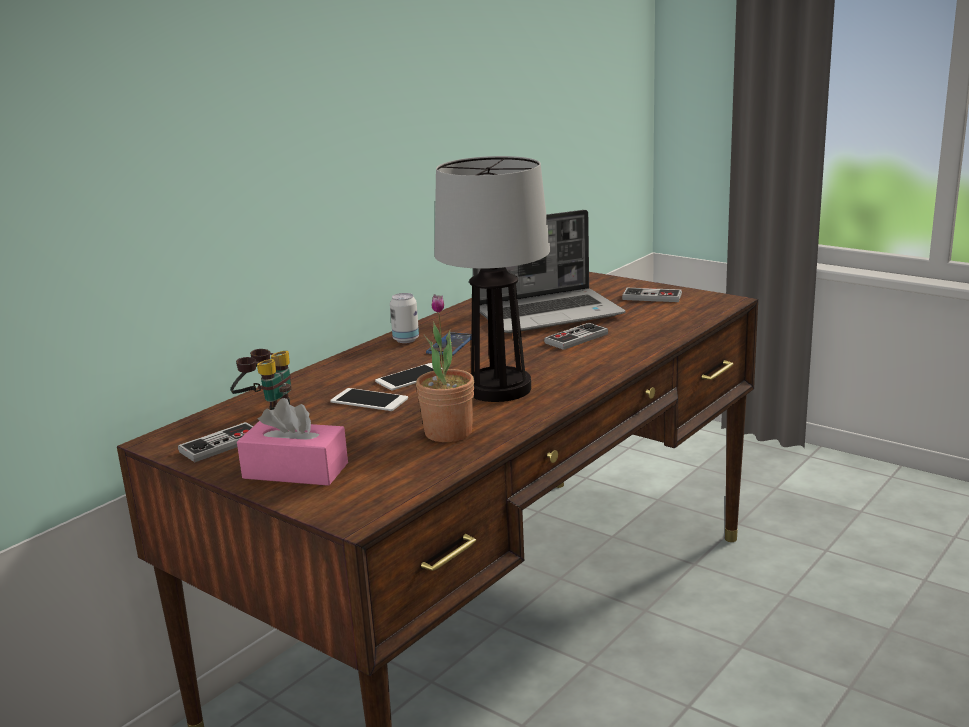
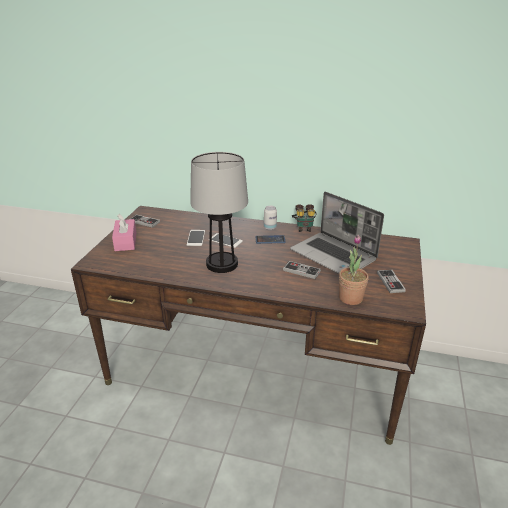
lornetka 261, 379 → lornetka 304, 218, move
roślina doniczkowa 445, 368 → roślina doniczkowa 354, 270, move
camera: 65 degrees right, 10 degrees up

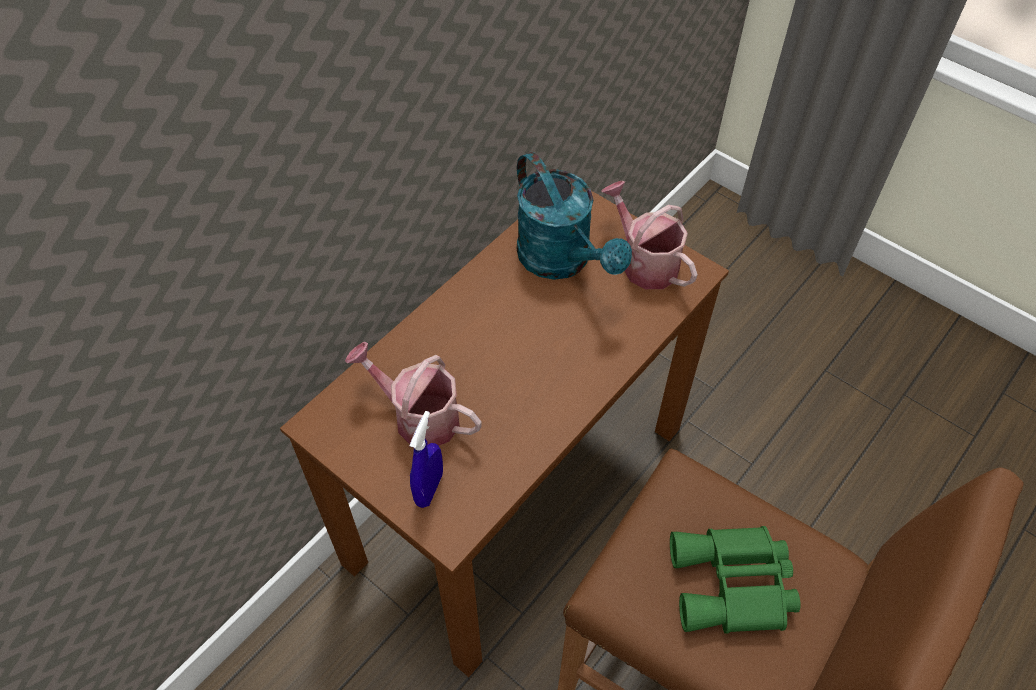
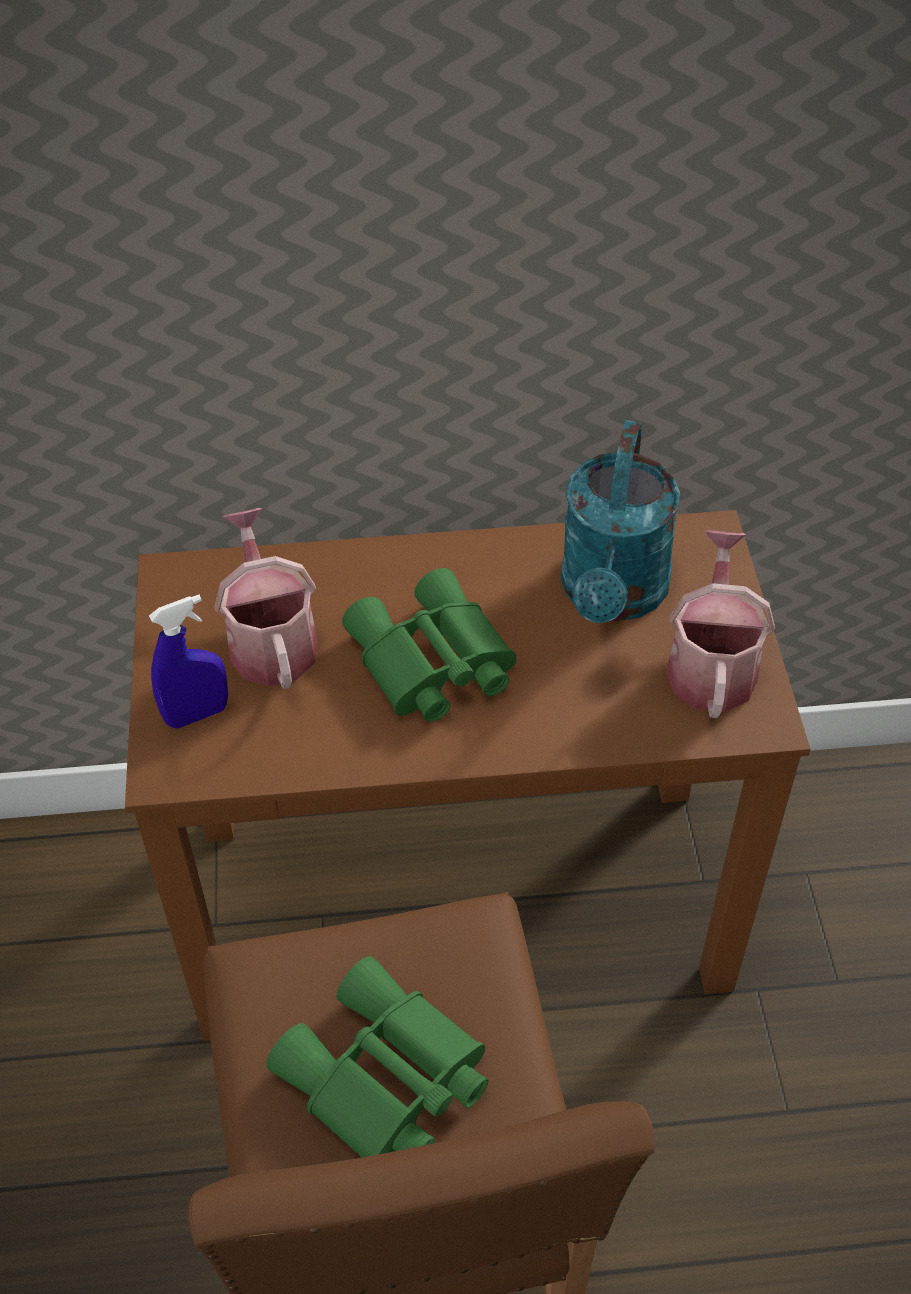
- → lornetka [zielony] 429, 645
camera: 45 degrees right, 5 degrees down

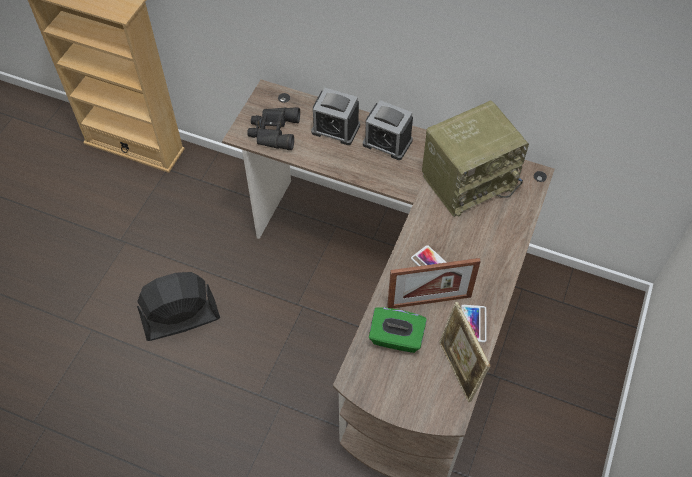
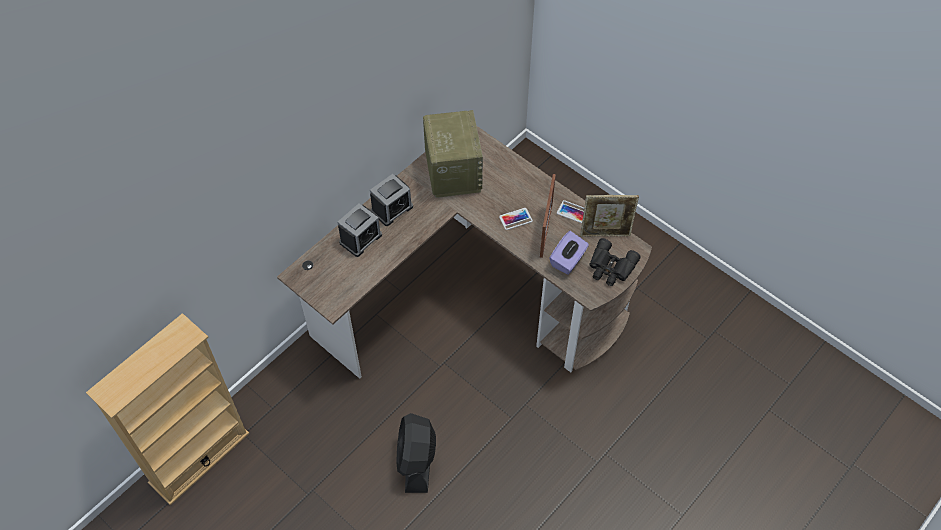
lornetka [czarny] 273, 128 → lornetka [czarny] 615, 262, move
pudełko chusteczek [zielony] 398, 330 → pudełko chusteczek [fioletowy] 569, 253
camera: 70 degrees left, 0 degrees up

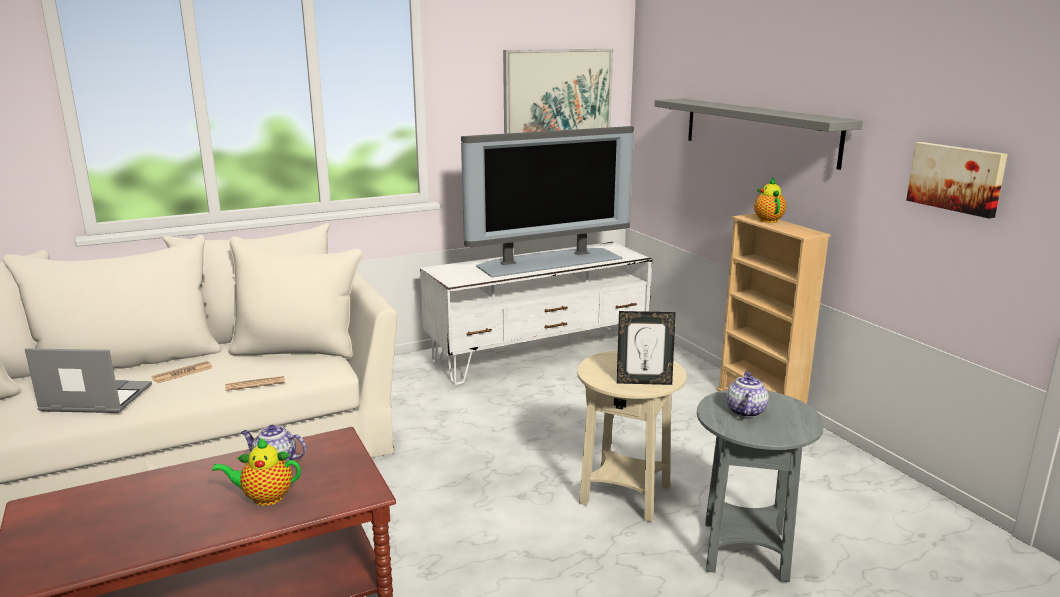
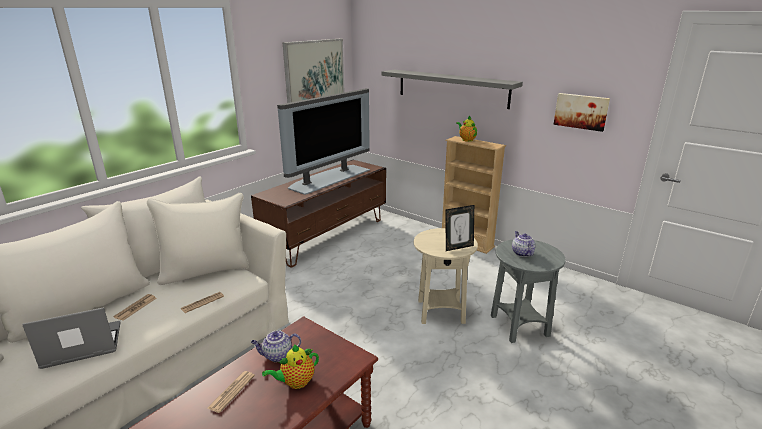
- → gazeta 231, 392
szafka pod telewizor [biały] 536, 313 → szafka pod telewizor [brązowy] 318, 213
camera: 25 degrees left, 5 degrees up

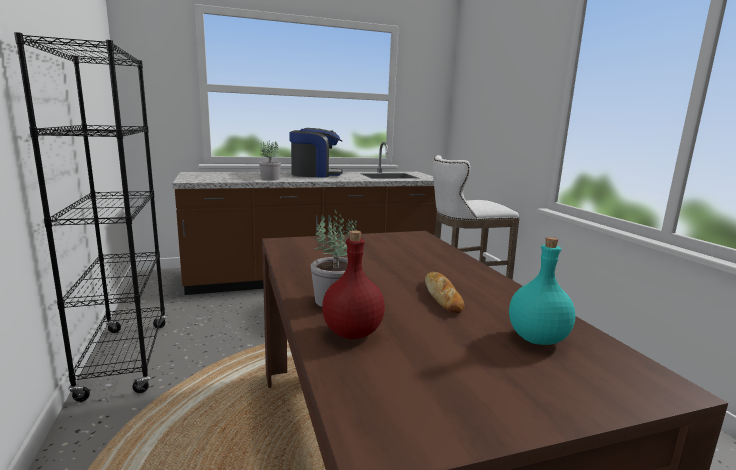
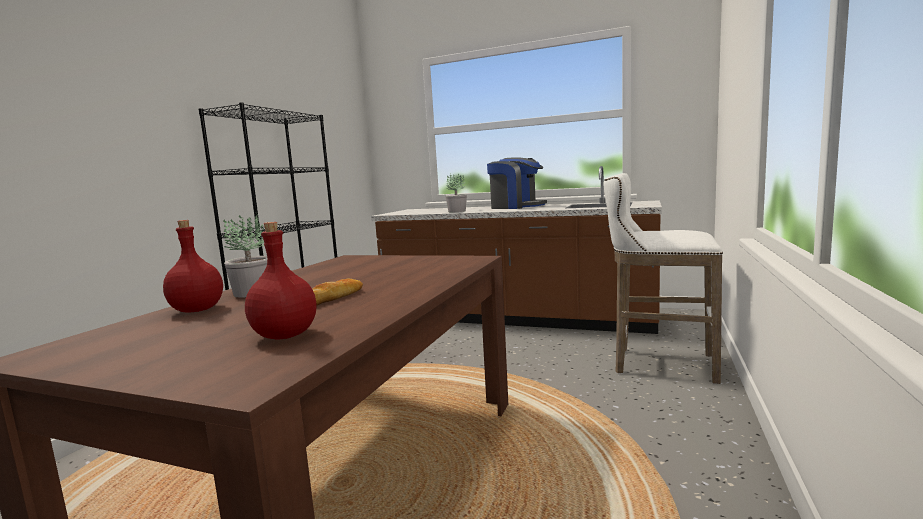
butelka [turkusowy] 542, 291 → butelka [czerwony] 280, 281
camera: 40 degrees right, 5 degrees down

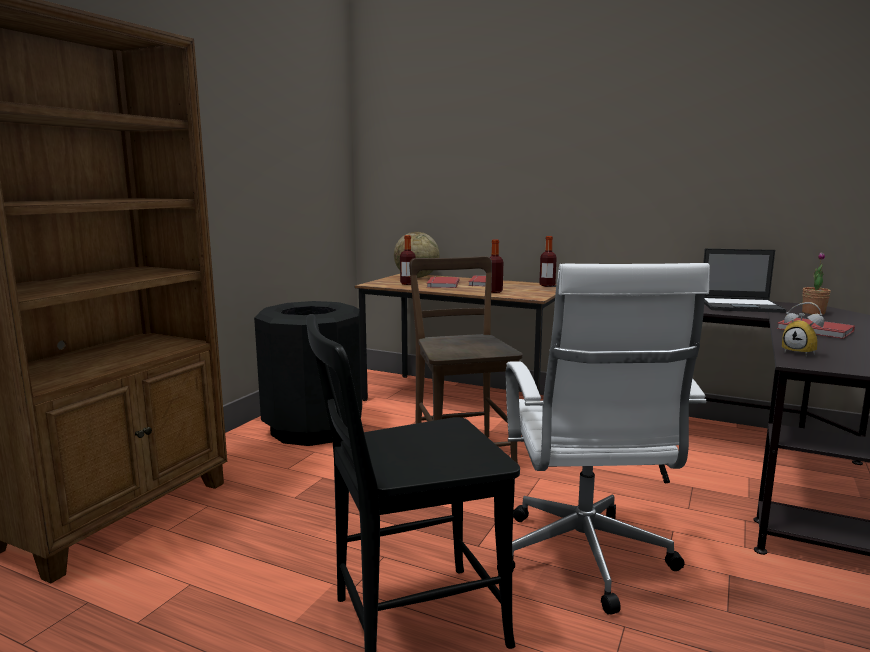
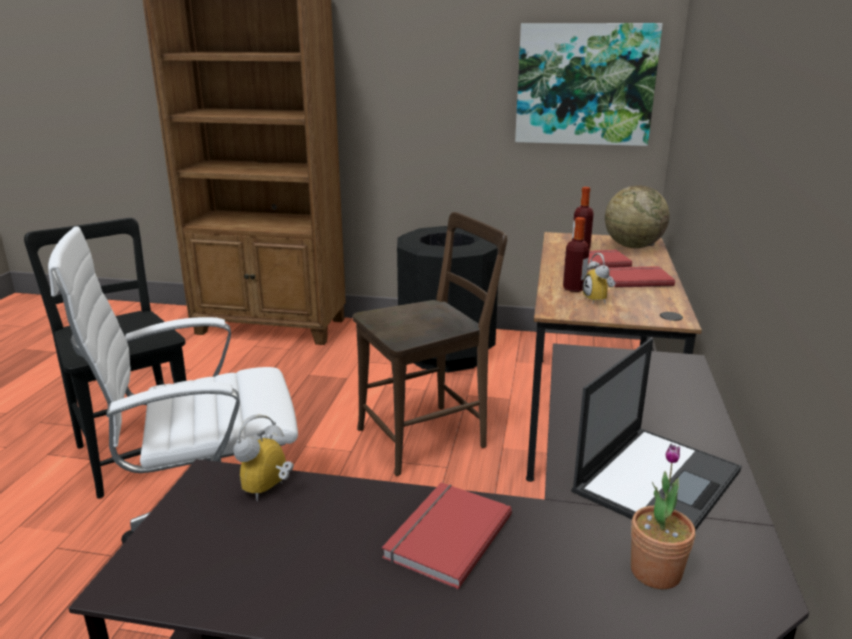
butelka 548, 261 → -
- → obraz 589, 84
- → budzik 598, 278
laptop 744, 281 → laptop 656, 434, 135 degrees counterclockwise
camera: 75 degrees right, 10 degrees up

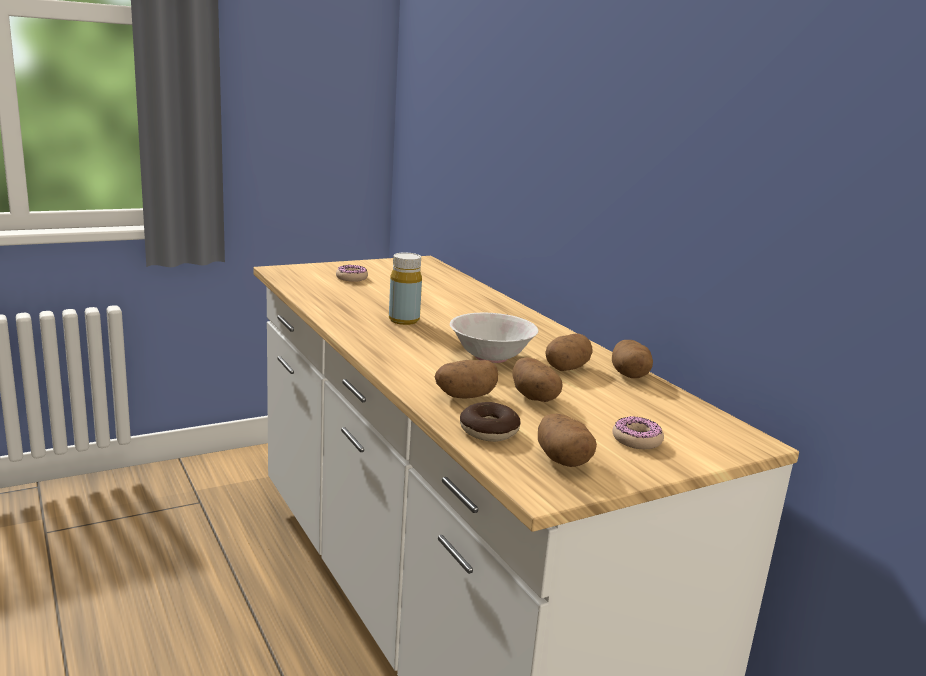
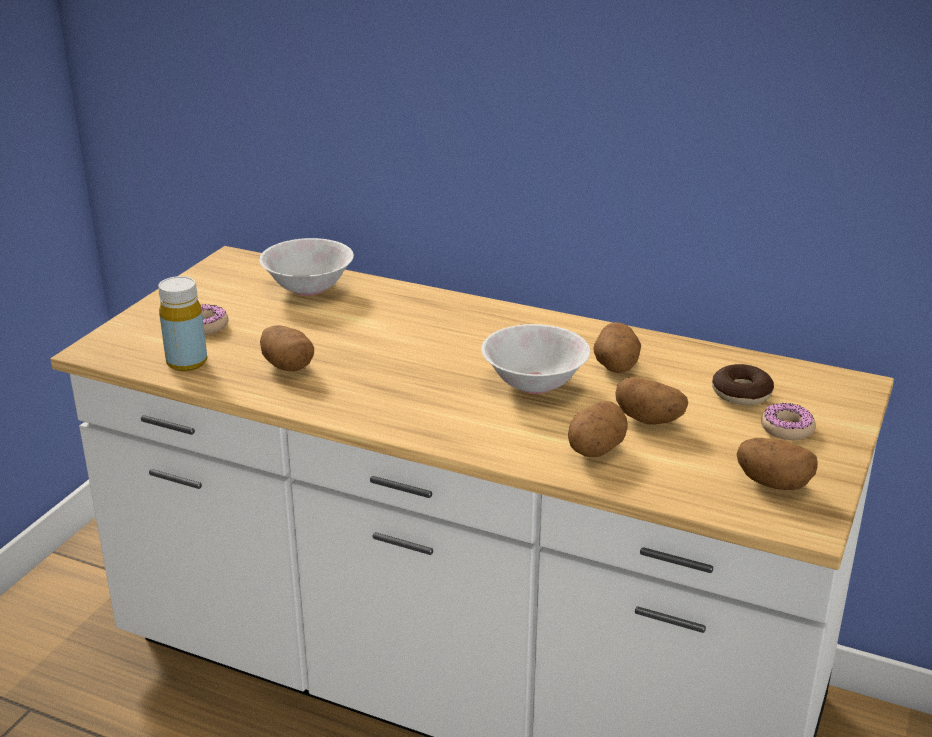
- → miska [biały] 306, 267
butelka [żółty] 405, 289 → butelka [żółty] 182, 323, move
donut 490, 422 → donut 743, 384, move
ziemniak 632, 359 → ziemniak 287, 348, move
camera: 35 degrees left, 10 degrees up

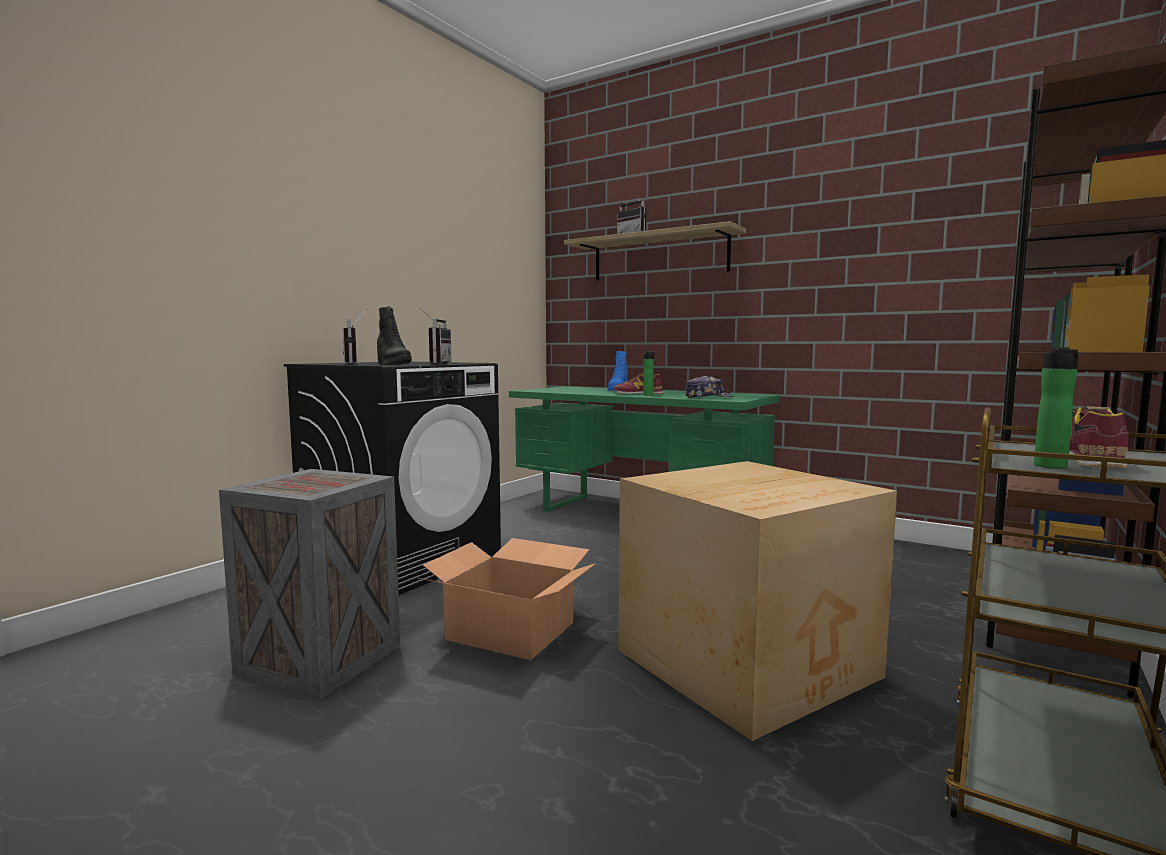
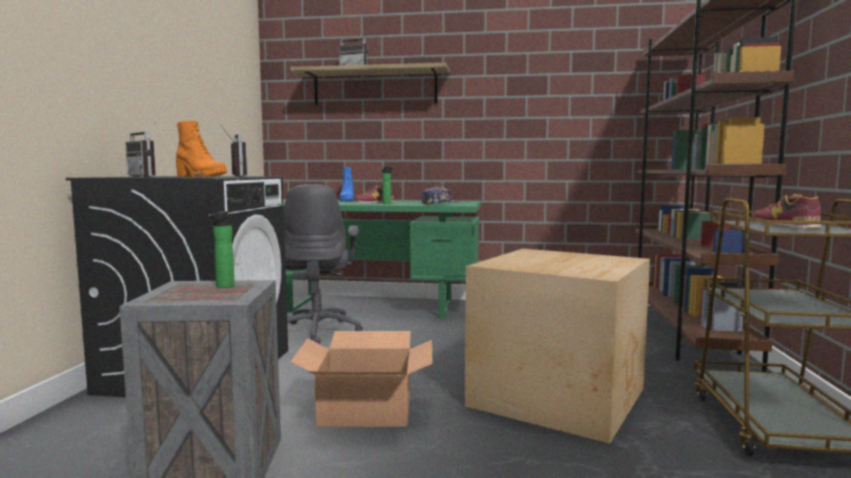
- → krzesło biurowe [szary] 323, 264
butelka 1056, 408 → butelka 222, 249, move
but z cholewką [czarny] 394, 335 → but z cholewką [pomarańczowy] 201, 148
camera: 25 degrees left, 0 degrees up

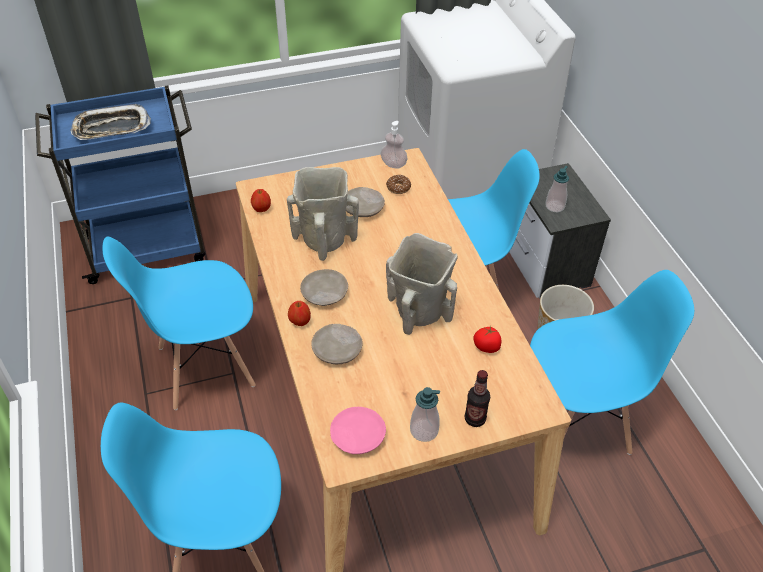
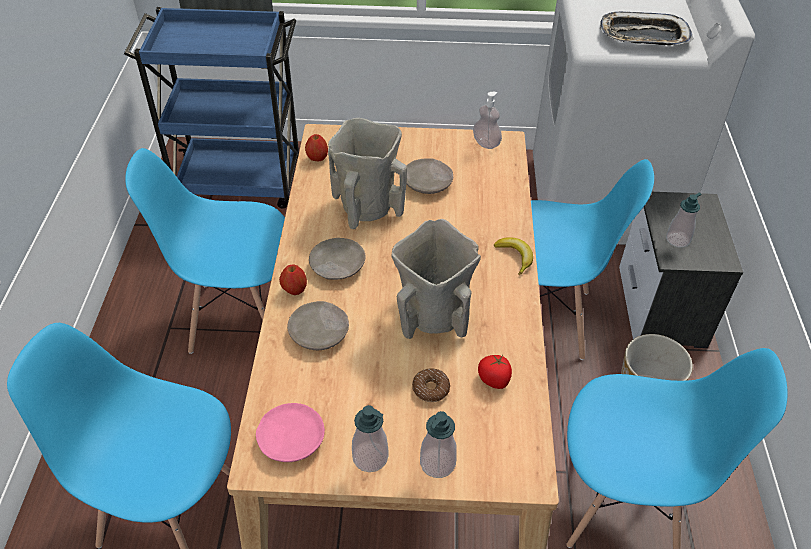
- → banan 513, 256
taca 111, 122 → taca 647, 28, move
donut 398, 184 → donut 431, 385, move
butelka 477, 398 → dozownik mydła 438, 444
camera: 20 degrees right, 0 degrees up

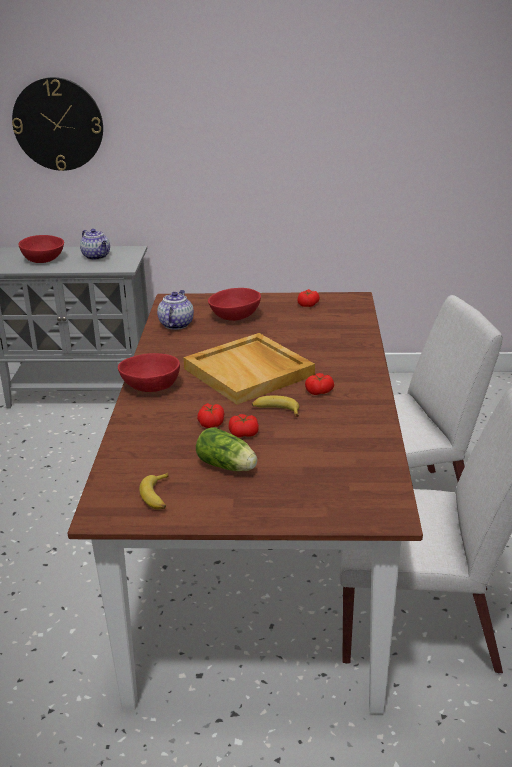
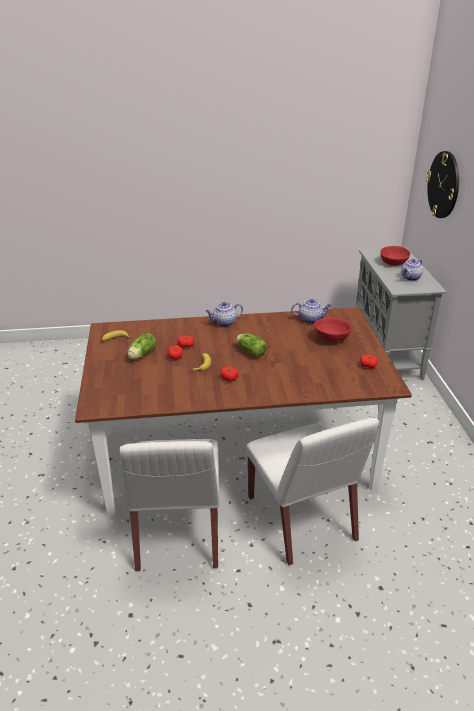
miska [czerwony] 149, 372 → imbryk 224, 314
taca [beżowy] 249, 369 → sałata 251, 345
camera: 80 degrees right, 5 degrees up

